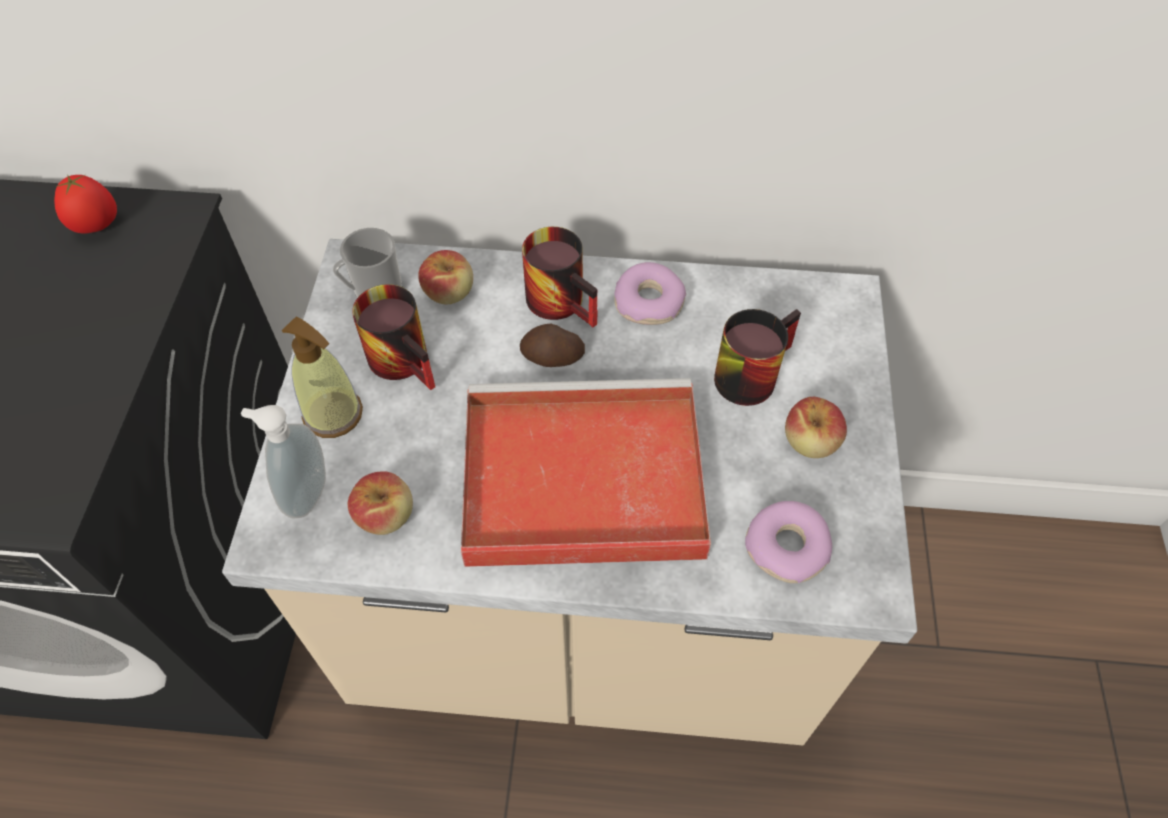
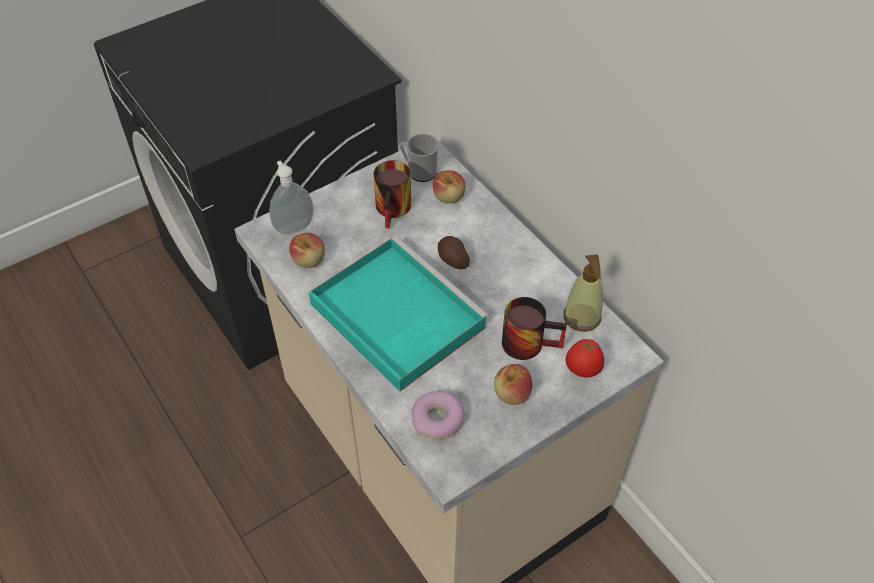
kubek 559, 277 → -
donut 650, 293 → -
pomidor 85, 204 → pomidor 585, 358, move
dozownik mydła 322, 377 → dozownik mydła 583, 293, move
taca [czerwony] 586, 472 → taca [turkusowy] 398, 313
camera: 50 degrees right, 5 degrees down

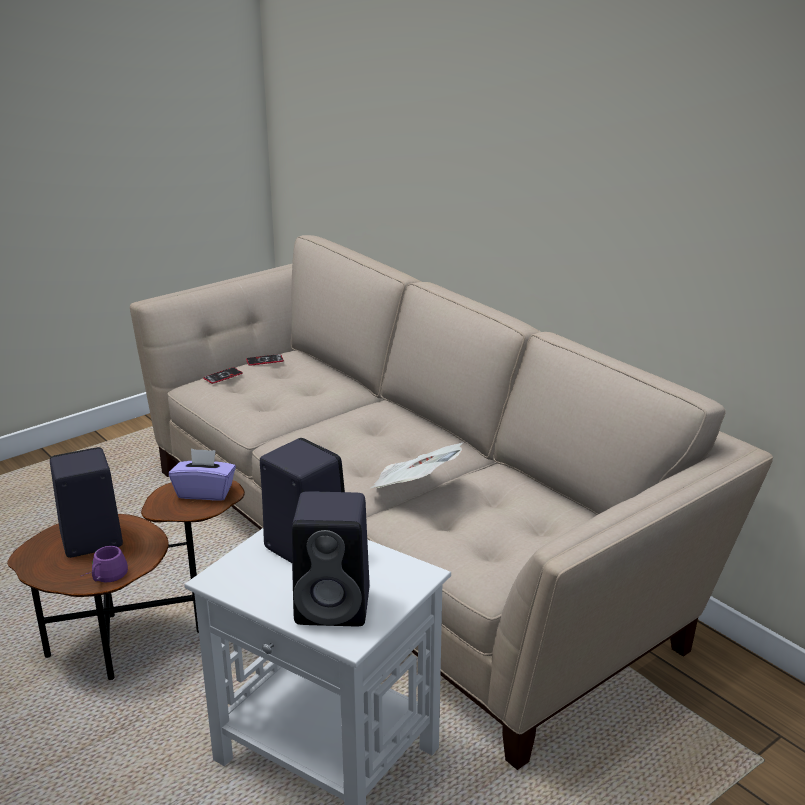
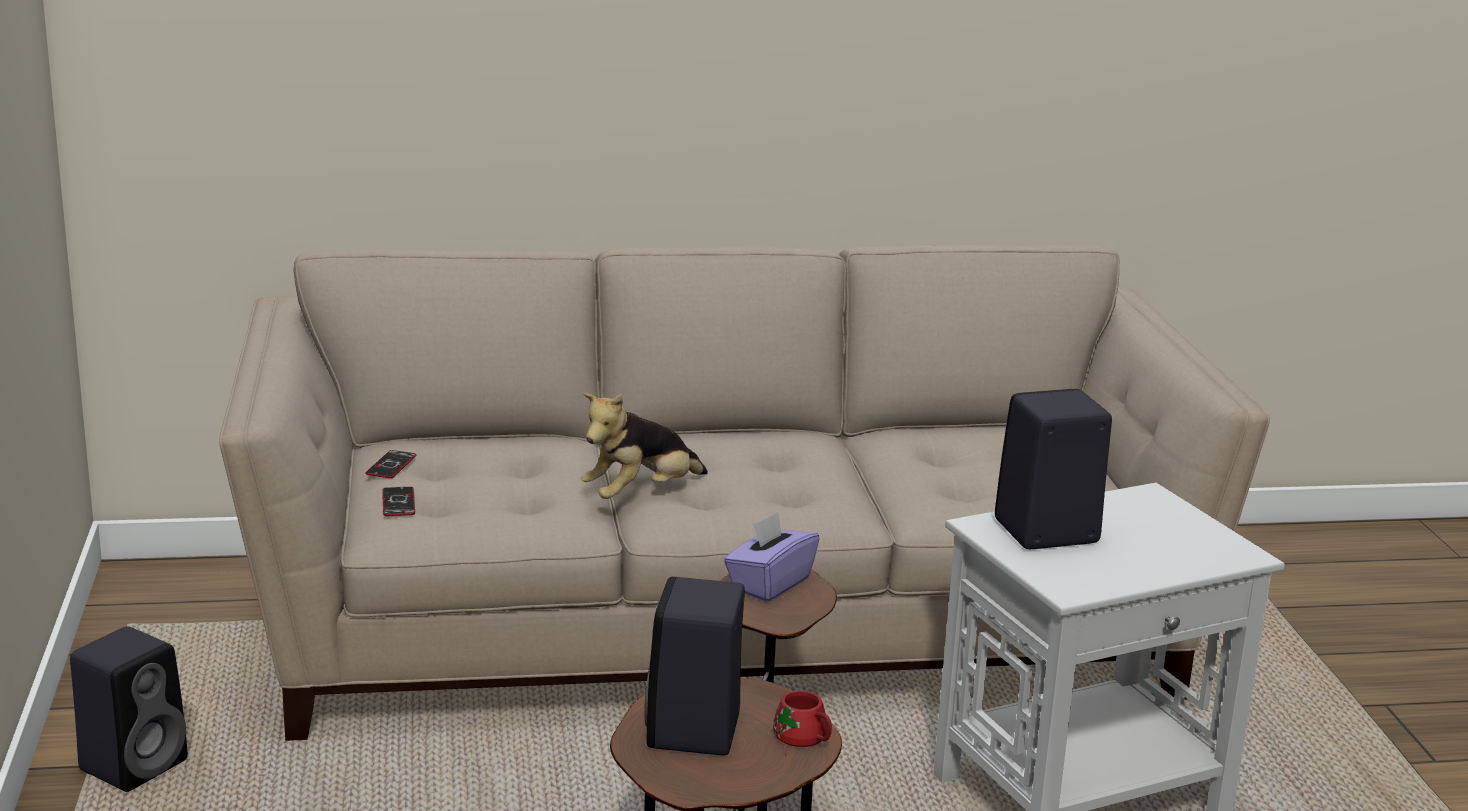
gazeta 416, 466 → -
- → pluszak 644, 446
głośnik [czarny] 330, 558 → głośnik [czarny] 129, 709, move
kubek [fioletowy] 104, 564 → kubek [czerwony] 802, 723
camera: 60 degrees left, 5 degrees down

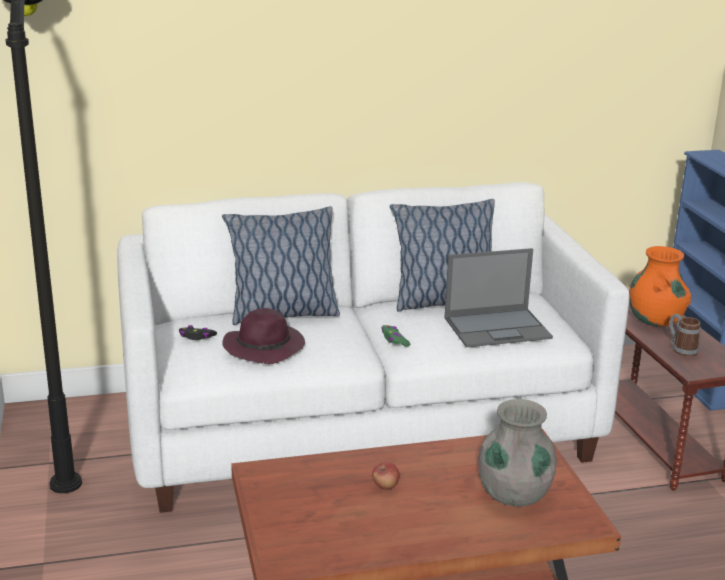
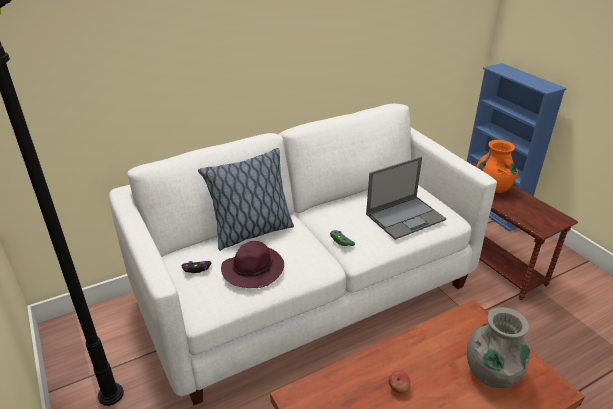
poduszka 442, 255 → -
kubek 685, 335 → -
camera: 15 degrees left, 10 degrees up

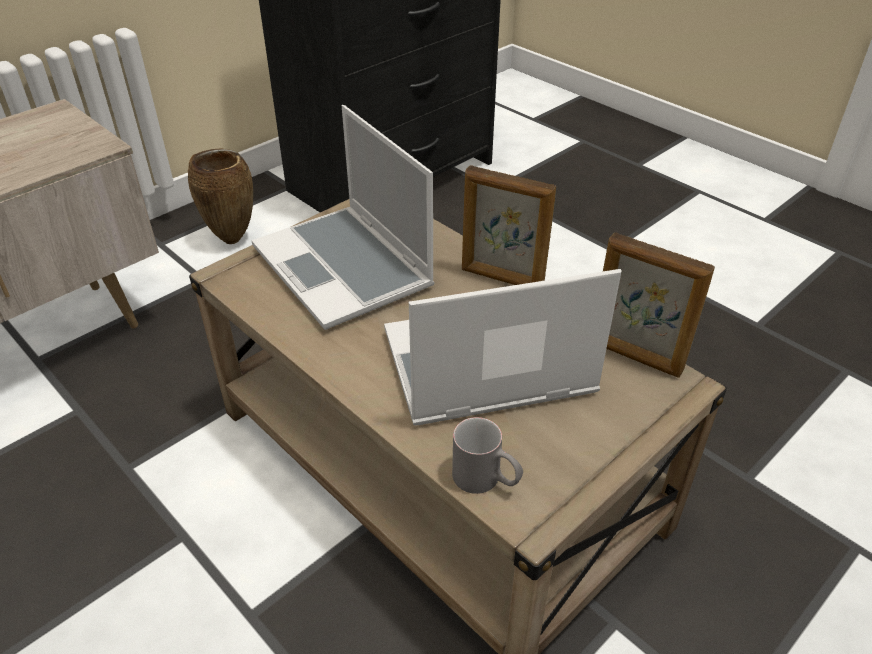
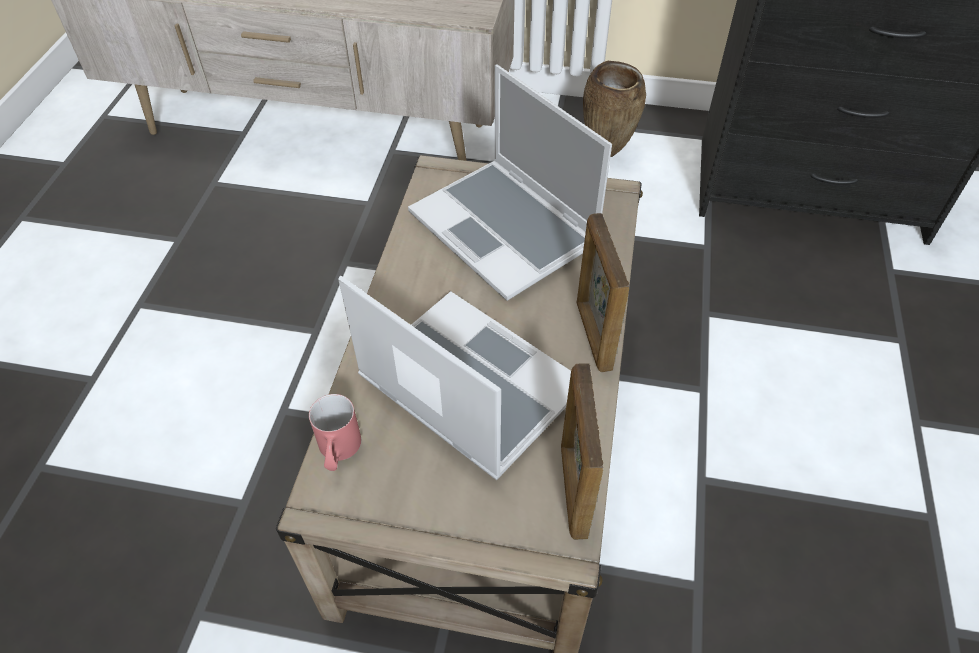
kubek [szary] 487, 455 → kubek [czerwony] 335, 432
laptop 343, 217 → laptop 510, 183, 60 degrees counterclockwise
camera: 55 degrees right, 10 degrees up

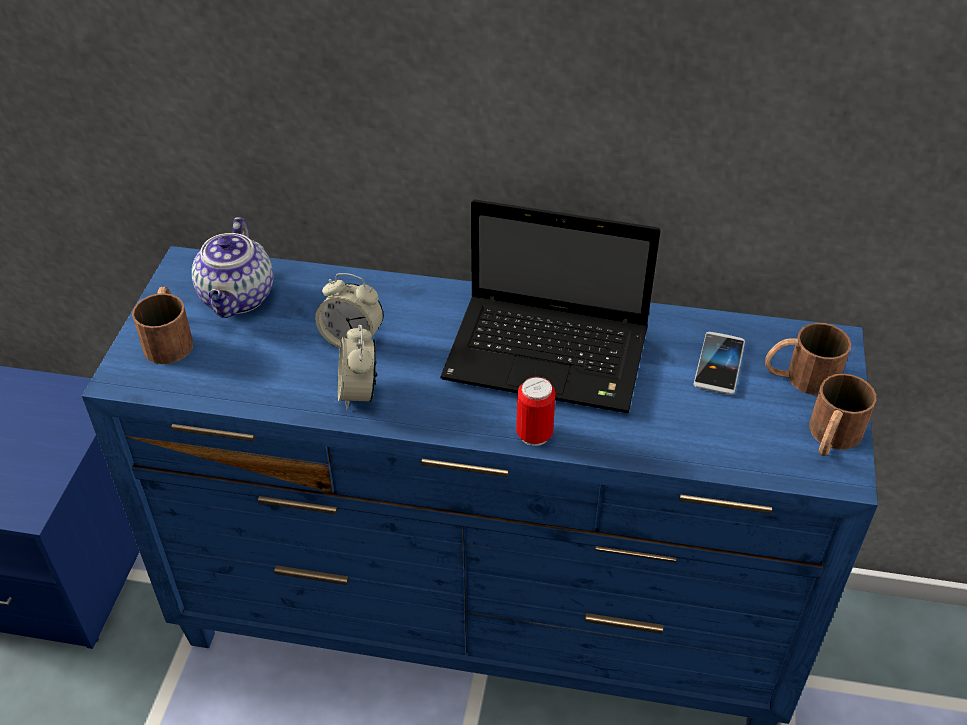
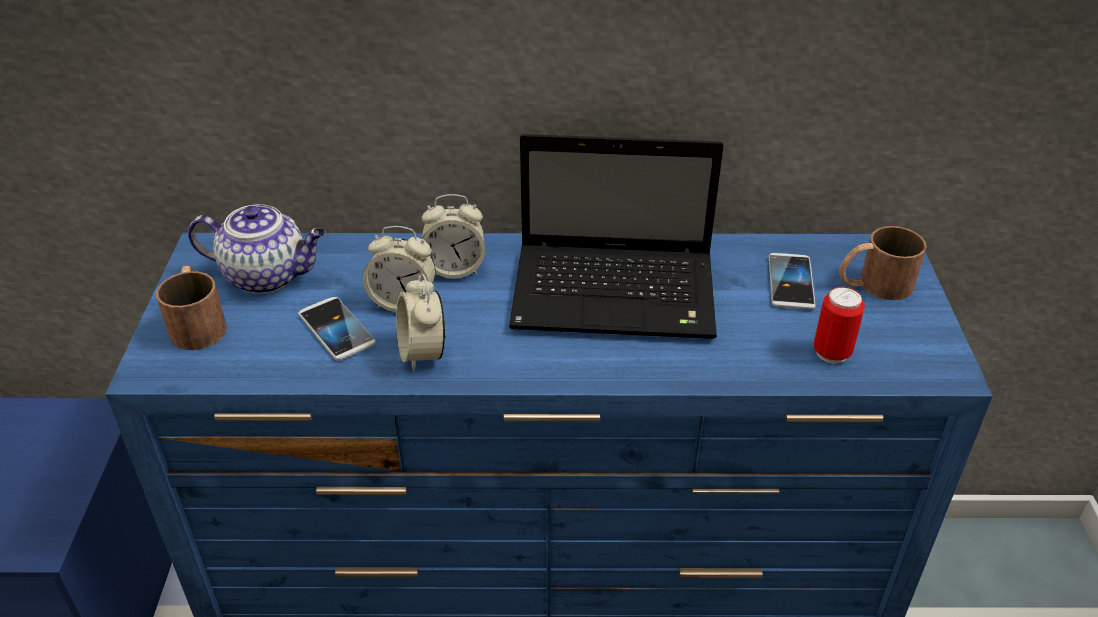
kubek [brązowy] 842, 415 → -
- → telefon 337, 328
- → budzik 453, 236
puszka 535, 411 → puszka 839, 325, move
imbryk 233, 267 → imbryk 257, 249, 75 degrees counterclockwise
camera: 10 degrees left, 5 degrees down

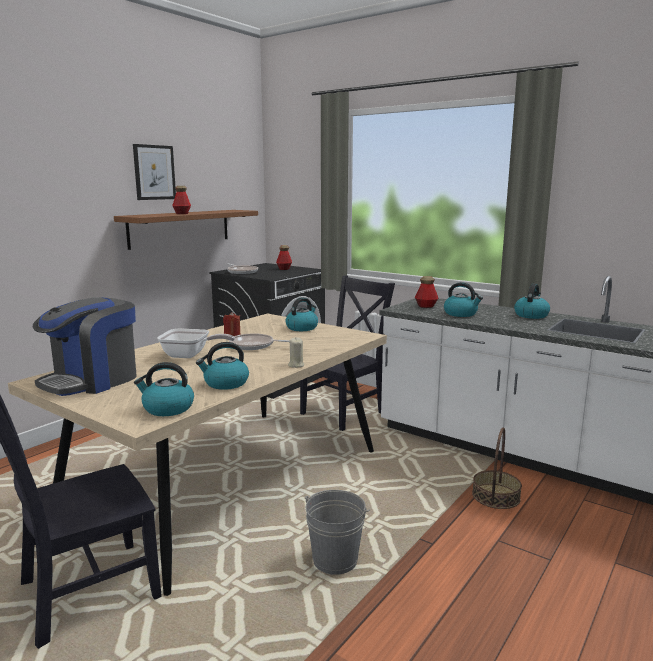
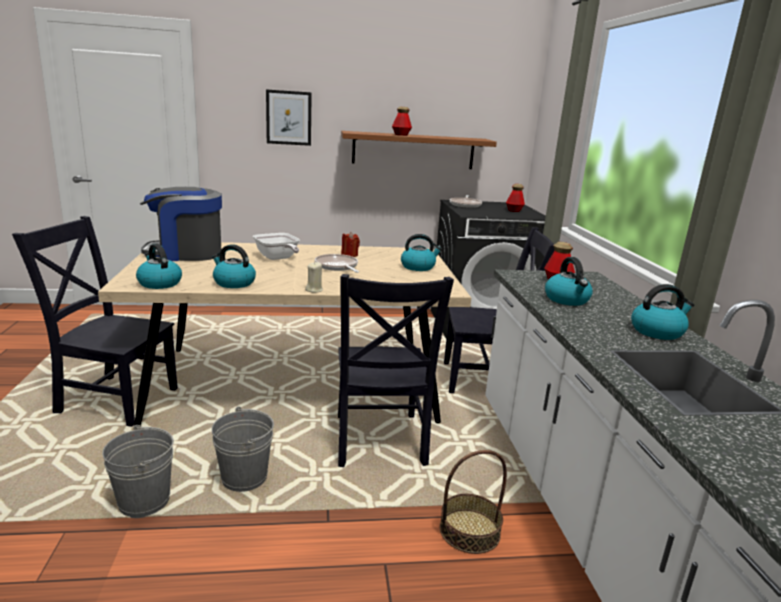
- → wiadro [szary] 138, 471
- → krzesło [czarny] 396, 370
obraz 154, 172 → obraz 289, 118, move
camera: 45 degrees right, 5 degrees up

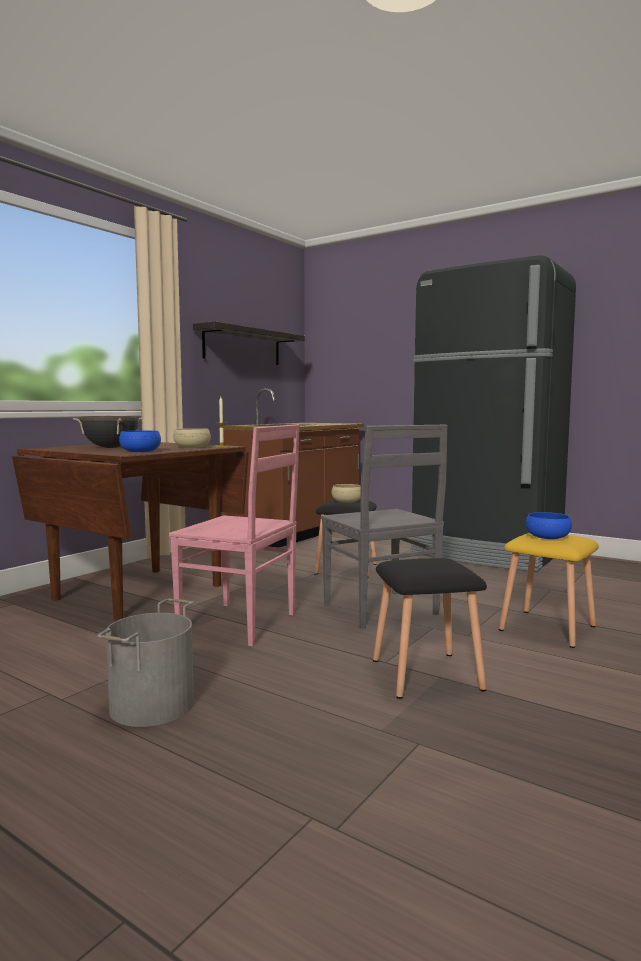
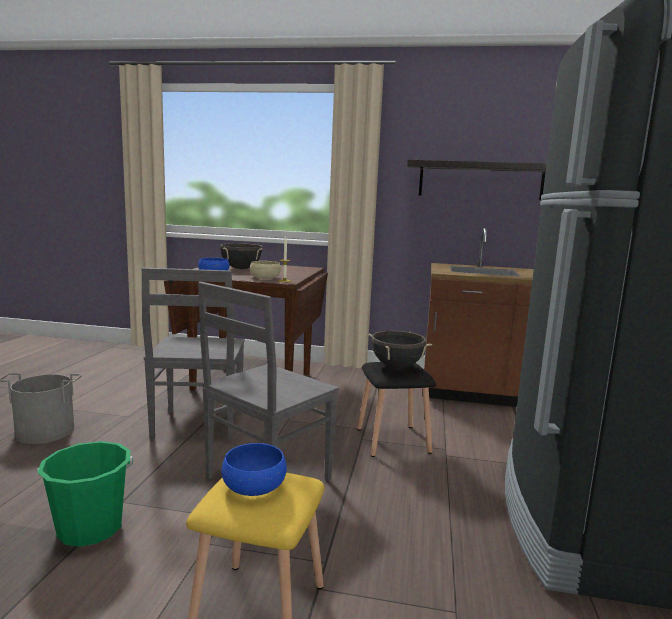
miska [beżowy] 346, 493 → garnek [czarny] 399, 349
stołek [czarny] 430, 628 → wiadro [zielony] 85, 494
krzesło [różowy] 234, 535 → krzesło [szary] 193, 355
camera: 65 degrees right, 5 degrees up

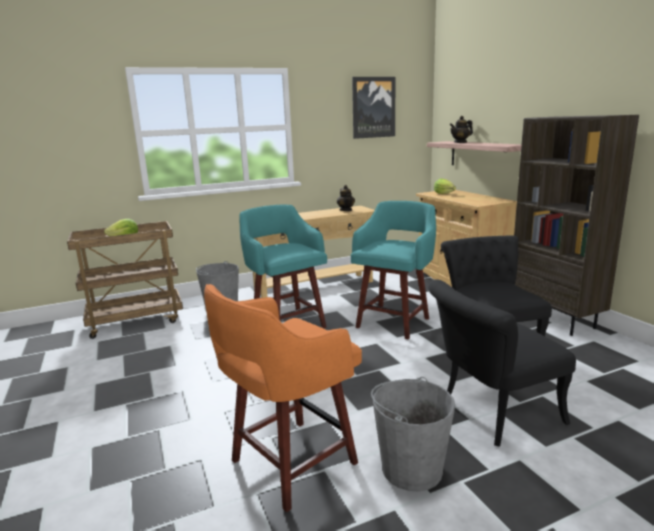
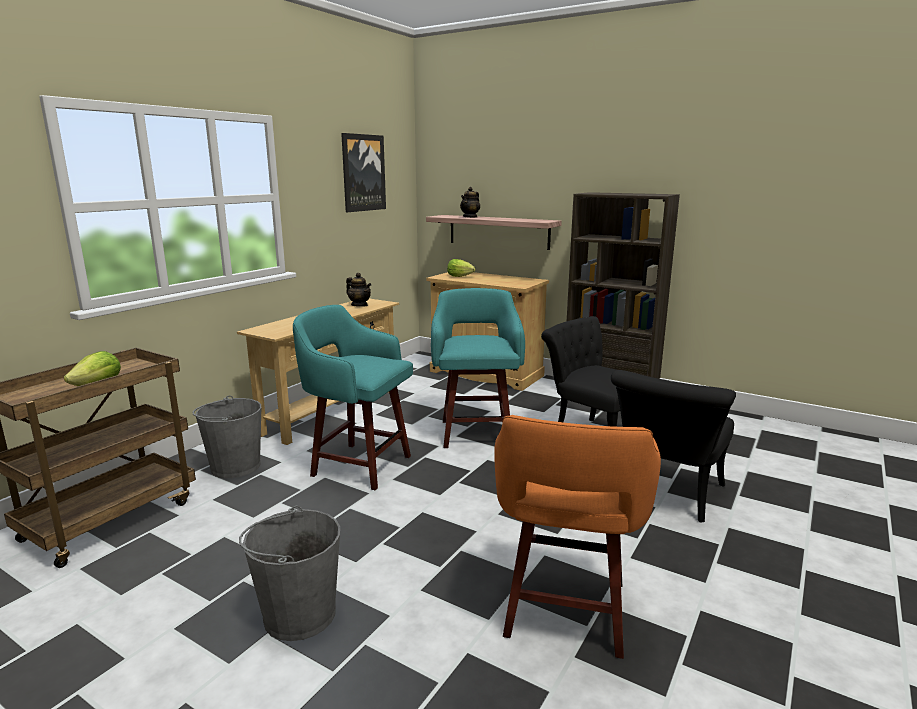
wiadro [szary] 413, 434 → wiadro [szary] 289, 573, move
camera: 35 degrees left, 0 degrees up

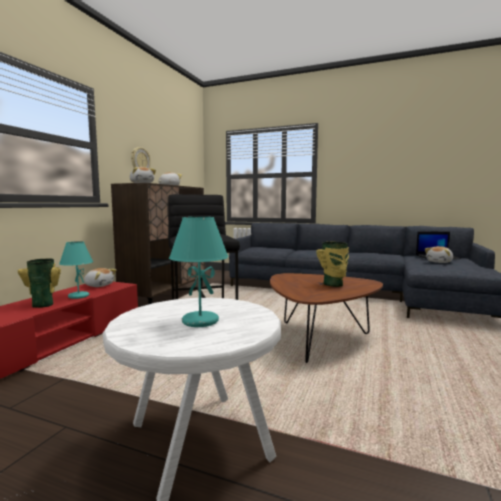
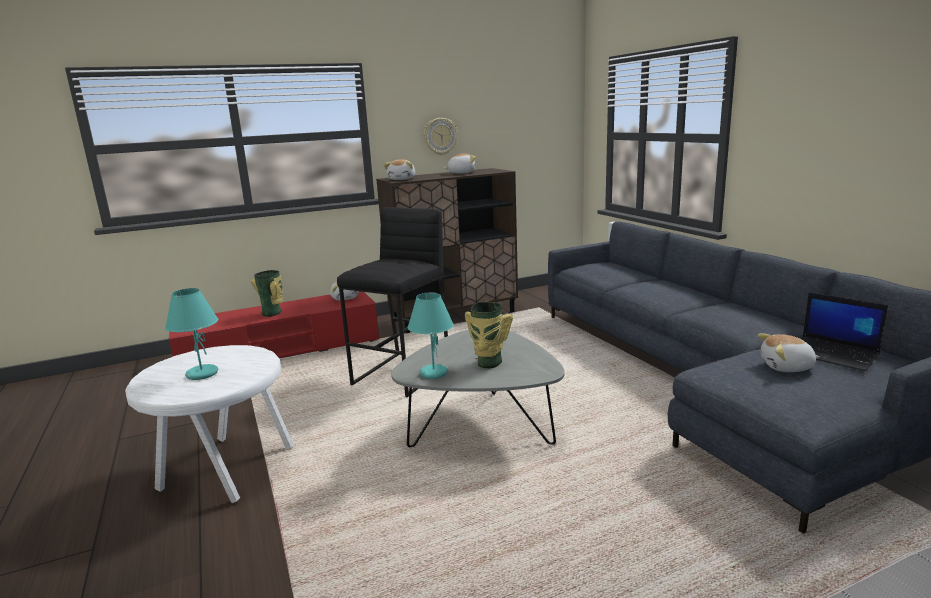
lampa stołowa [turkusowy] 76, 270 → lampa stołowa [turkusowy] 430, 335, move
ława [brązowy] 326, 318 → ława [szary] 478, 388
camera: 45 degrees right, 10 degrees up

